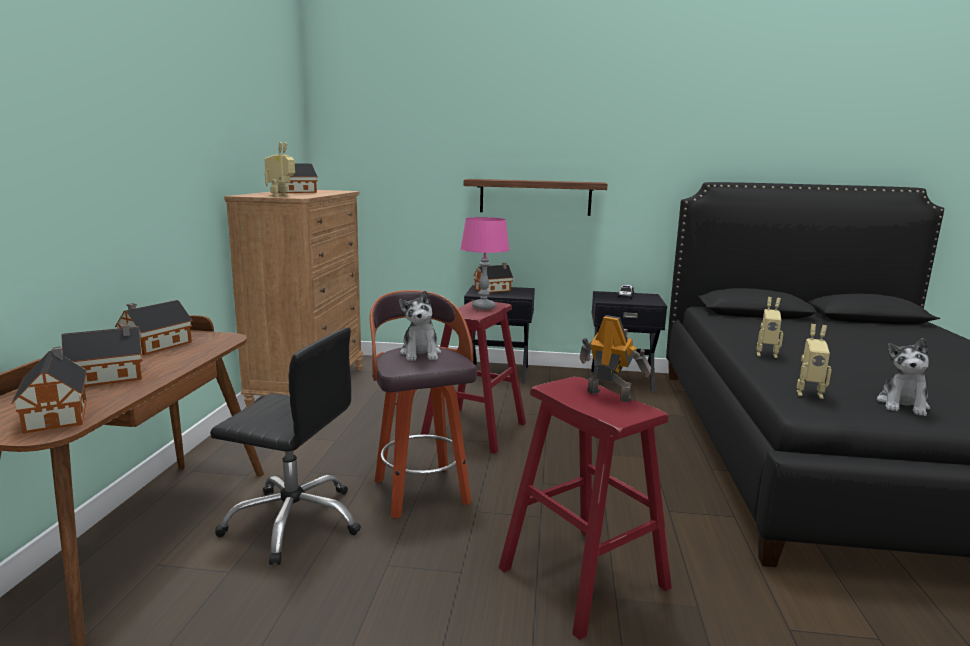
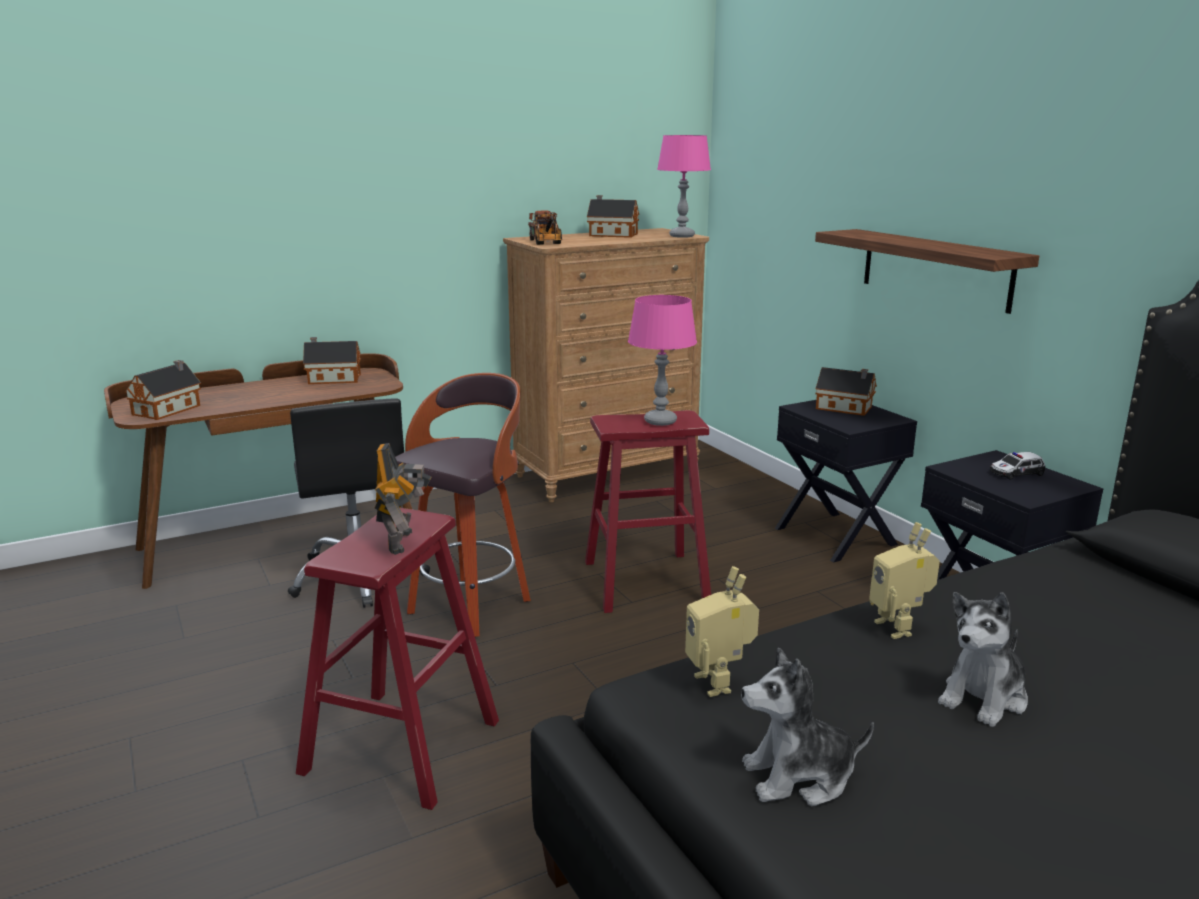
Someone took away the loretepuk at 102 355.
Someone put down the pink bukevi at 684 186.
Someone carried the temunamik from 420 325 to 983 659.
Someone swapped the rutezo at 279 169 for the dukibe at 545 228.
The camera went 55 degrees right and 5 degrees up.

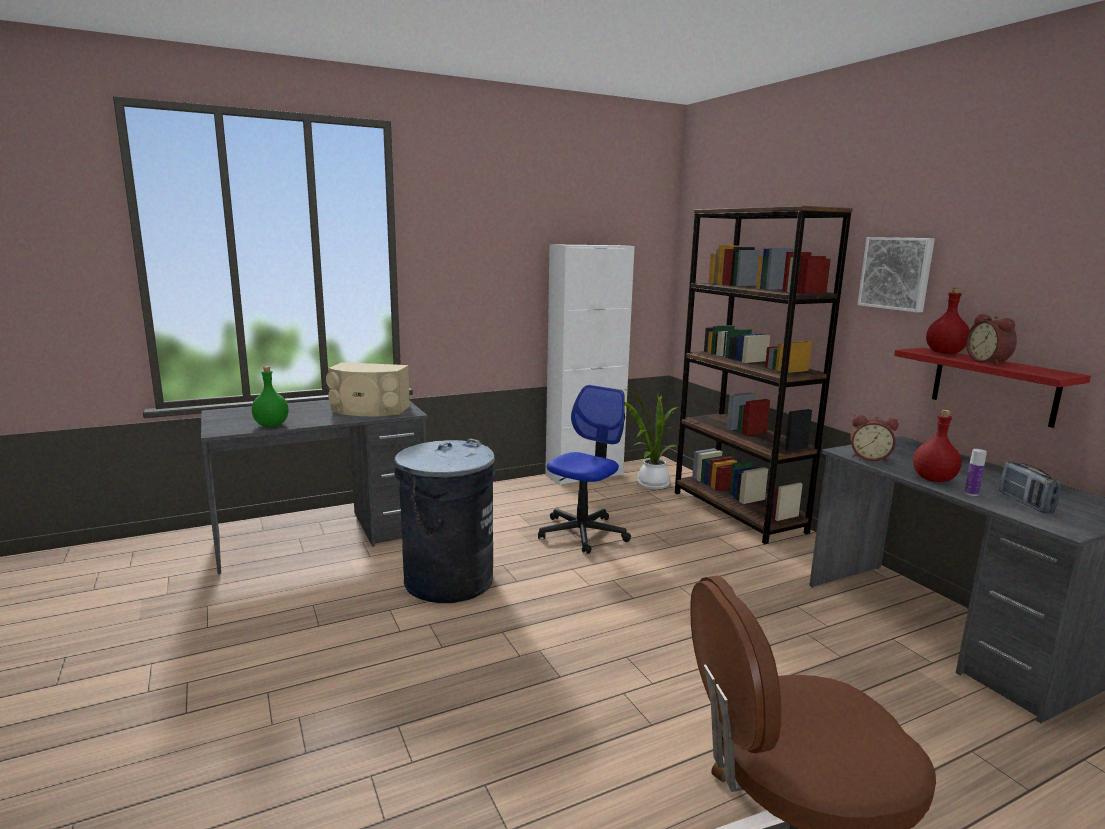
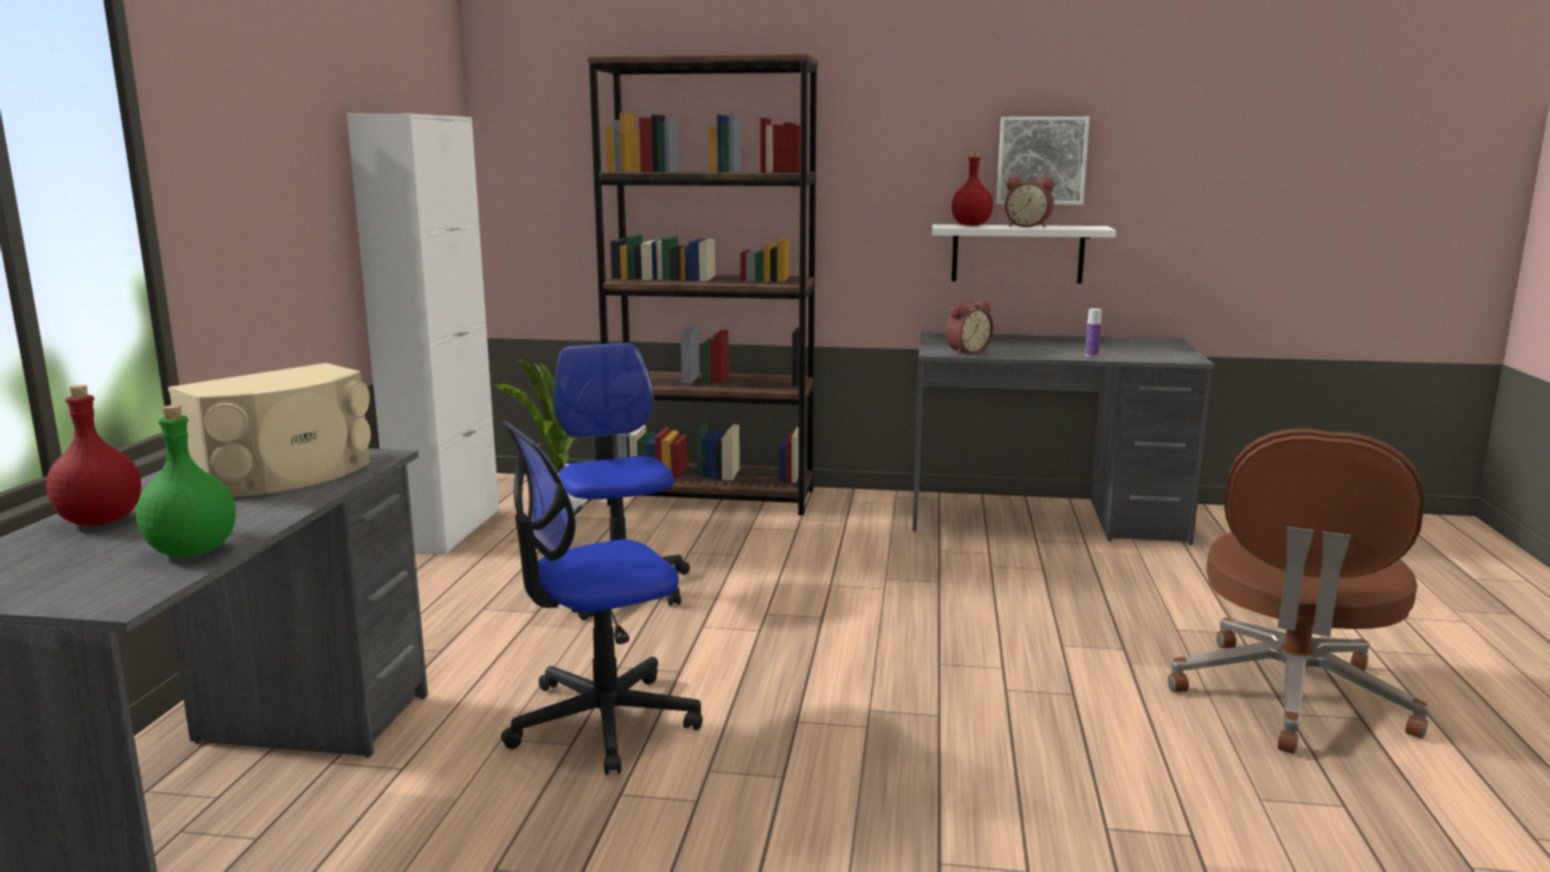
Someone took away the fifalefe at 1030 487.
Someone carried the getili from 896 274 to 1043 161.
Someone carried the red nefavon from 937 446 to 93 455.
Someone swapped the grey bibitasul at 444 521 for the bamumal at 601 598.
Someone repainted the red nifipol at 992 388, which became the white nifipol at 1024 254.
The camera went 55 degrees left and 0 degrees up.

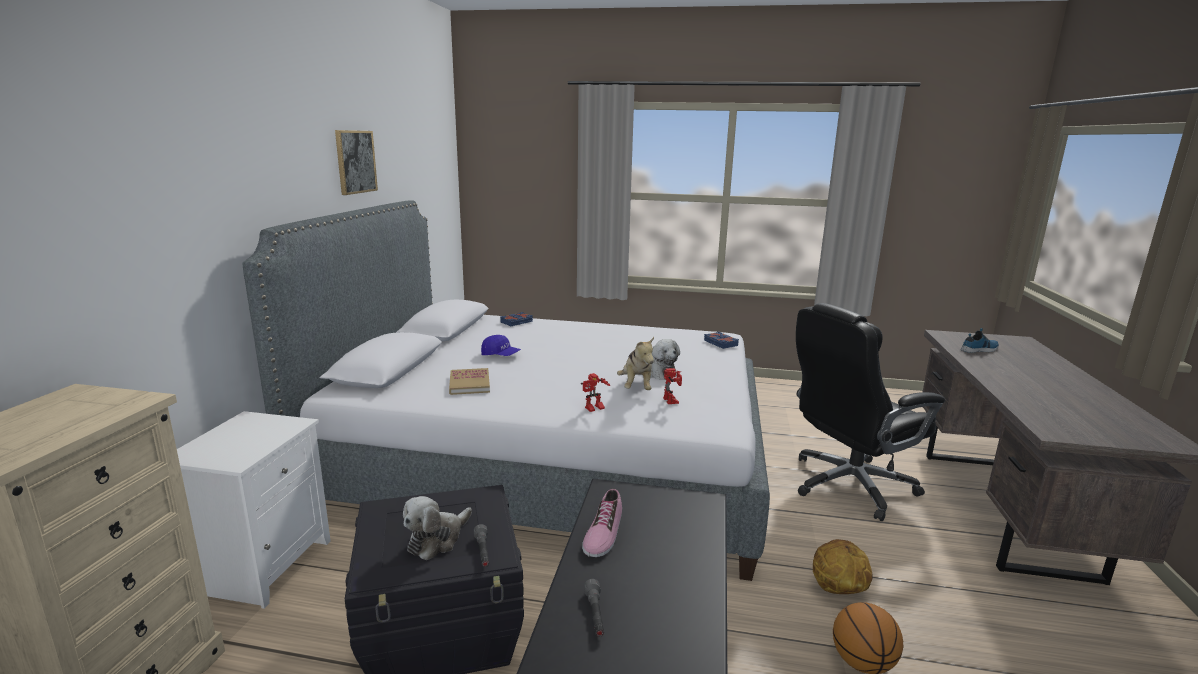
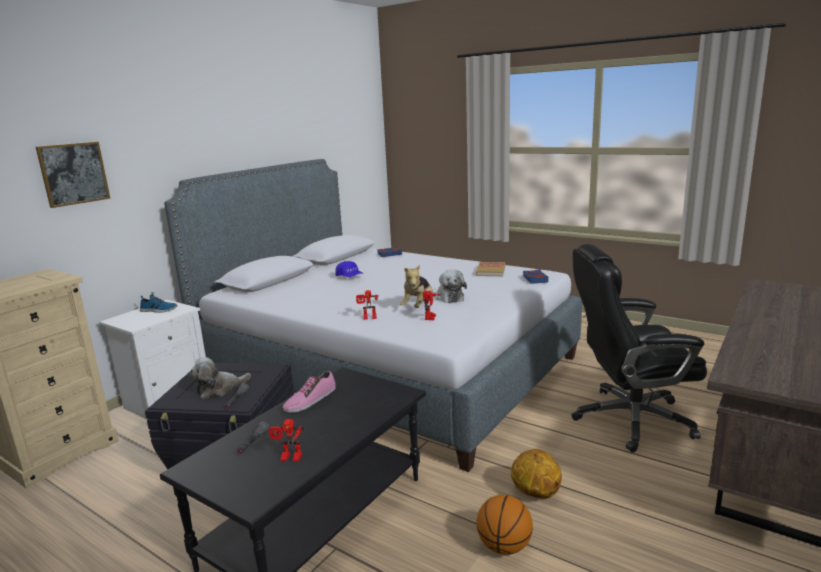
Someone put down the rutezo at 286 440.
Someone carried the getili from 356 162 to 73 175.
Someone carried the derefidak from 469 381 to 490 269.
Someone carried the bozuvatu from 980 340 to 158 302.
The camera went 25 degrees right and 0 degrees up.

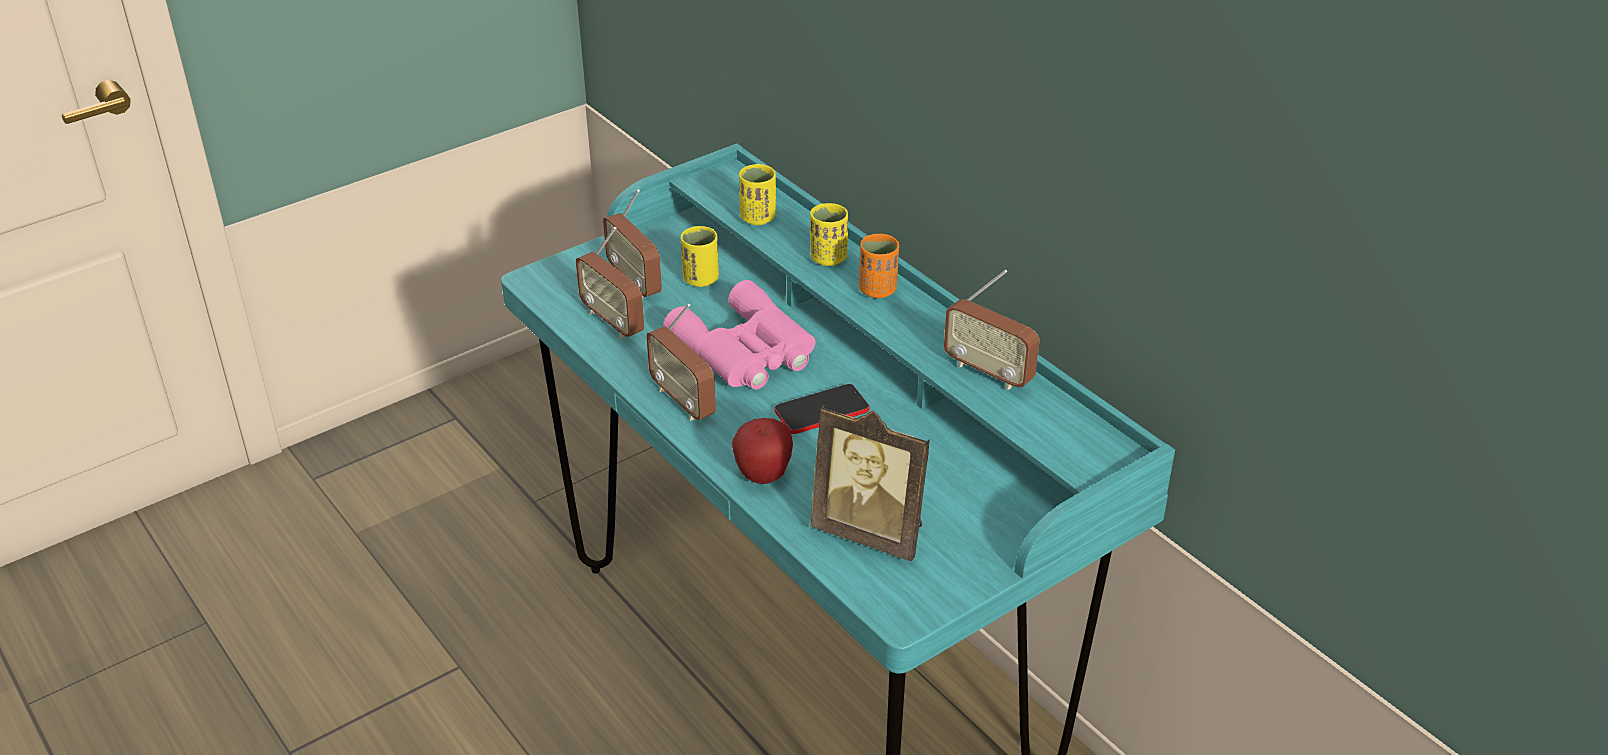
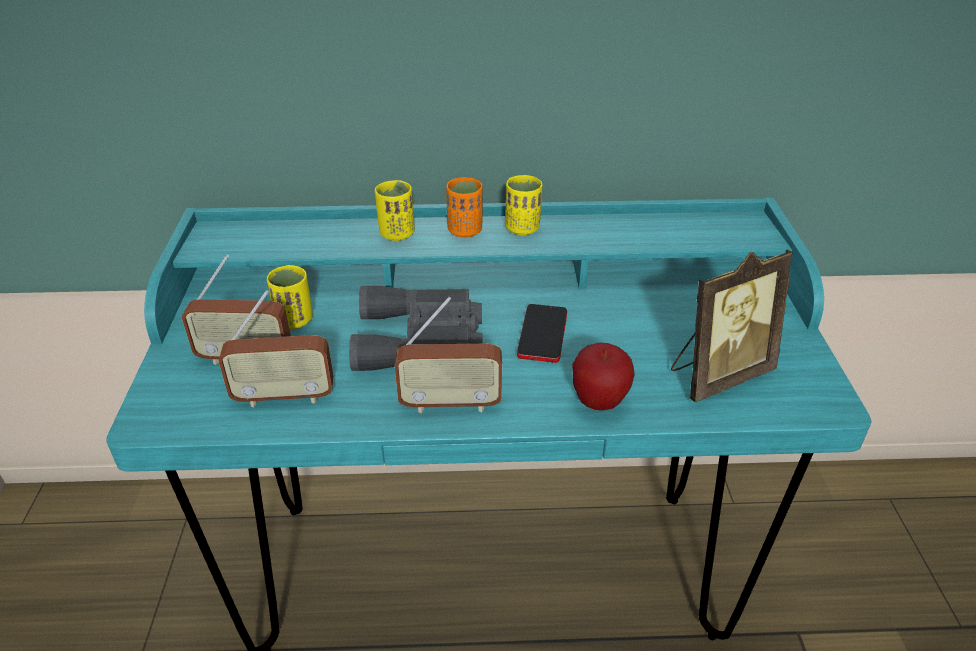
Someone took away the fifalefe at 992 330.
Someone carried the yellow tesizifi from 757 194 to 523 205.
Someone repainted the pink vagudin at 739 334, which became the grey vagudin at 416 328.
The camera went 55 degrees left and 0 degrees up.

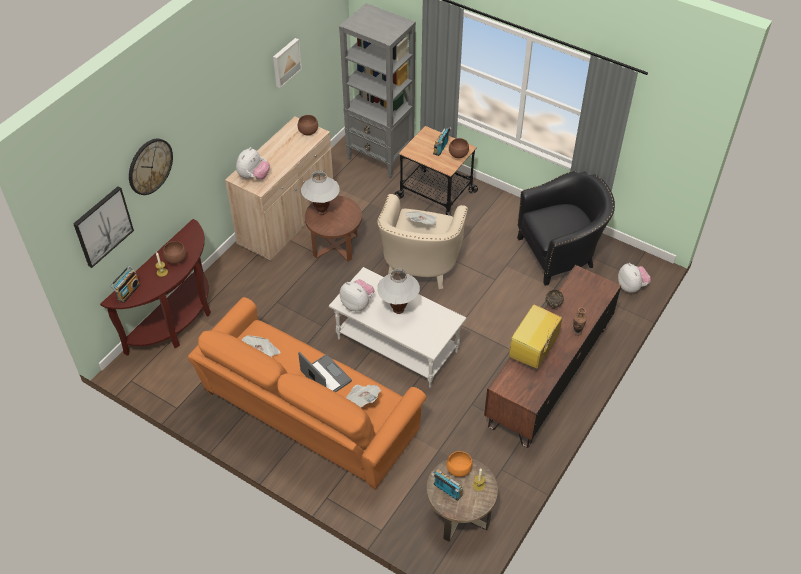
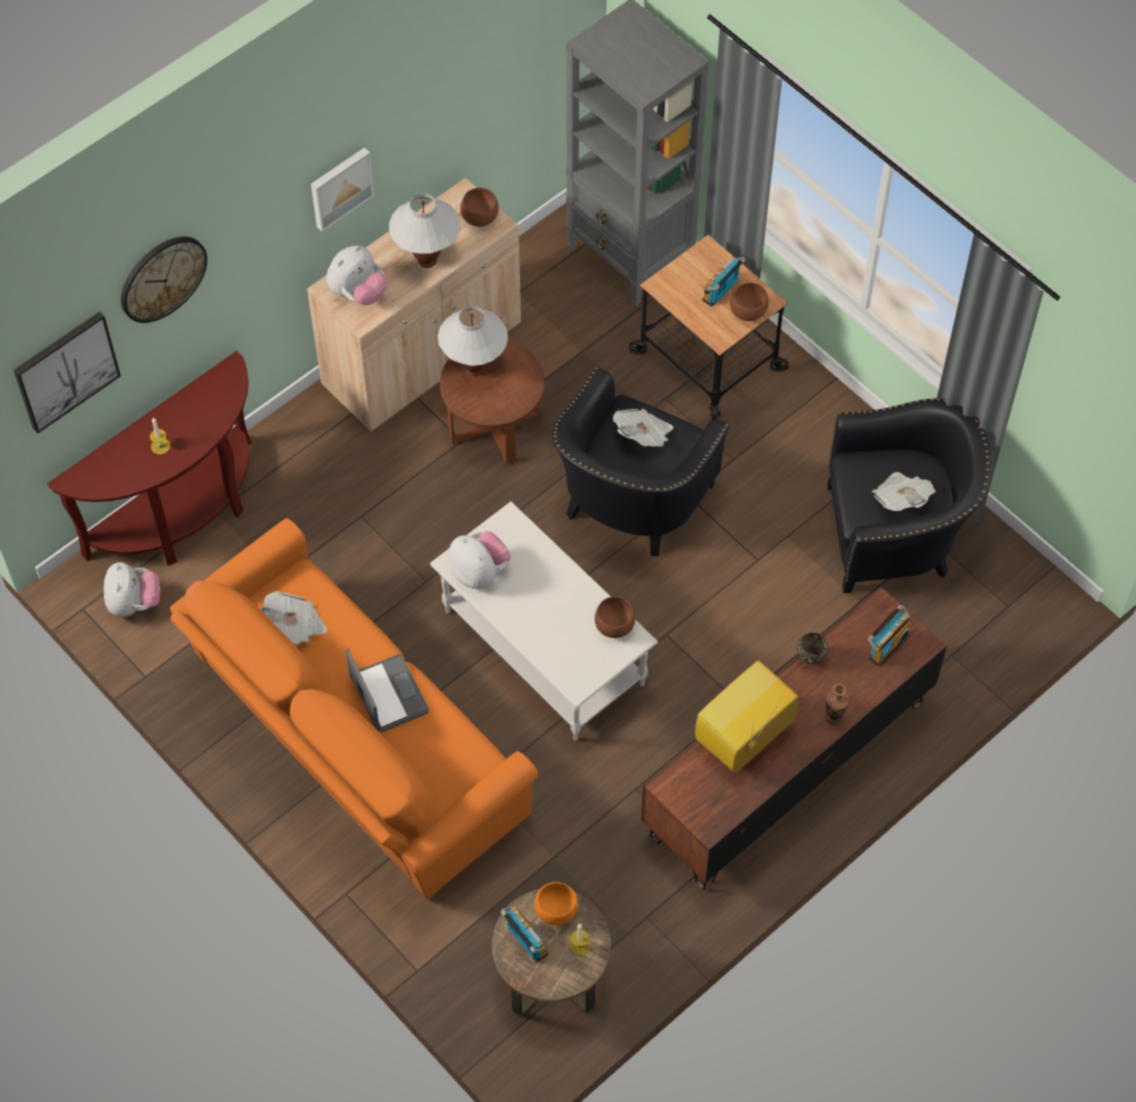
Someone carried the fifalefe from 125 284 to 889 635.
Someone carried the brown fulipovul from 174 252 to 615 617.
Someone carried the getili from 287 63 to 343 189.
Someone carried the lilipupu from 363 396 to 904 491.
Someone carried the white bukevi from 398 291 to 424 230.
Someone carried the temunamik from 634 278 to 132 589.
Someone repainted the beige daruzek at 422 241, which became the black daruzek at 640 461.
The camera went 15 degrees right and 10 degrees up.

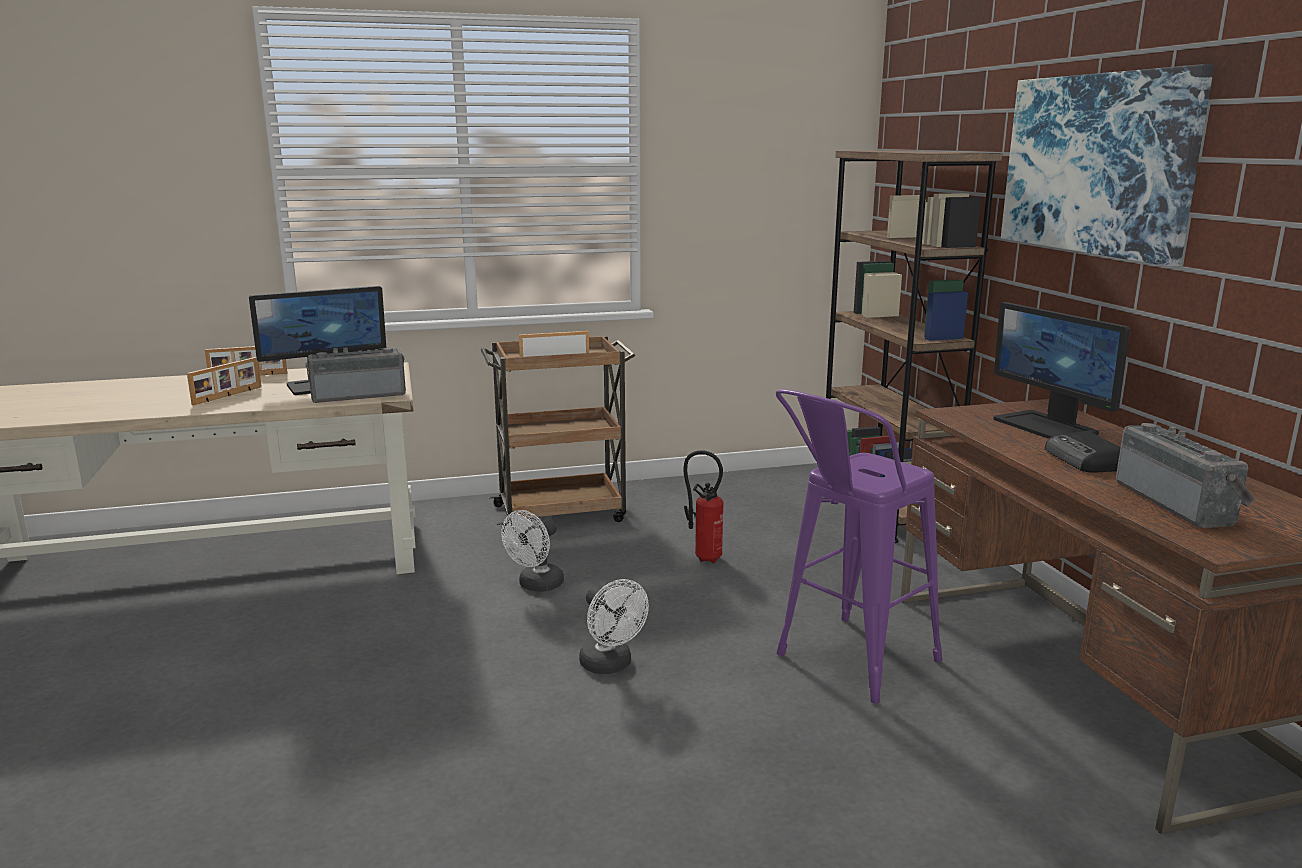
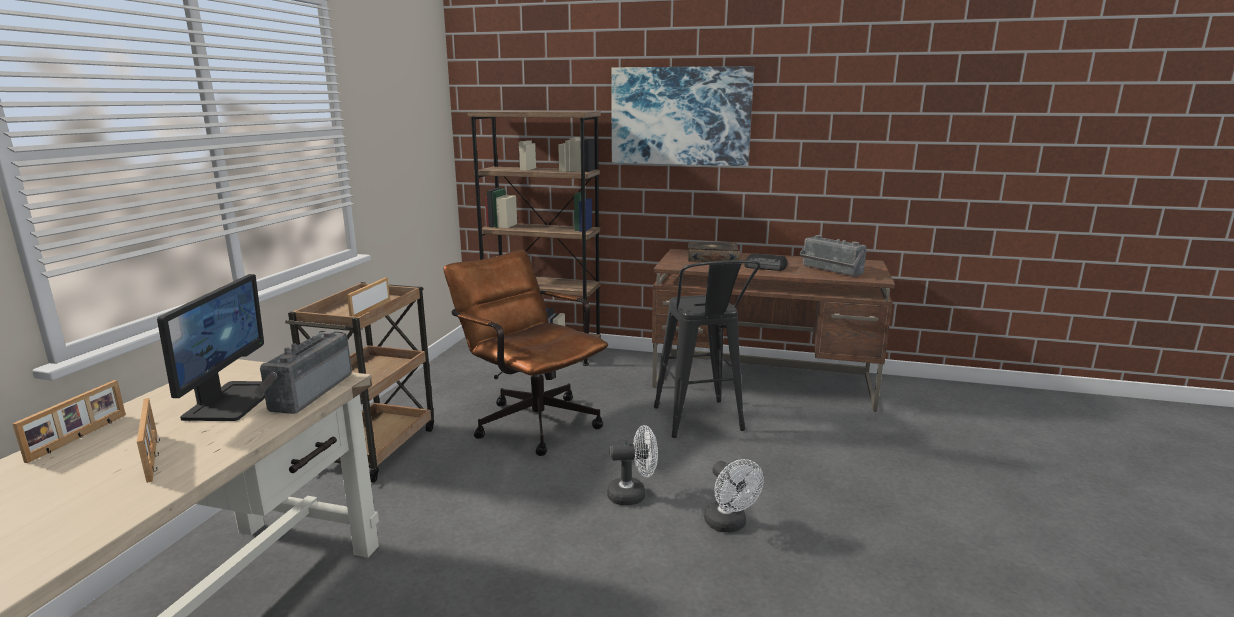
Someone carried the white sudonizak from 532 551 to 734 496.
Someone swapped the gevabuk at 703 506 for the brown bamumal at 526 353.
Someone swapped the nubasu at 1061 370 for the derefidak at 713 251.
Someone repainted the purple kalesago at 859 546, which became the black kalesago at 707 349.
Someone rotated the fifalefe at 1185 475 by 150 degrees counterclockwise.
The camera went 60 degrees left and 0 degrees up.

